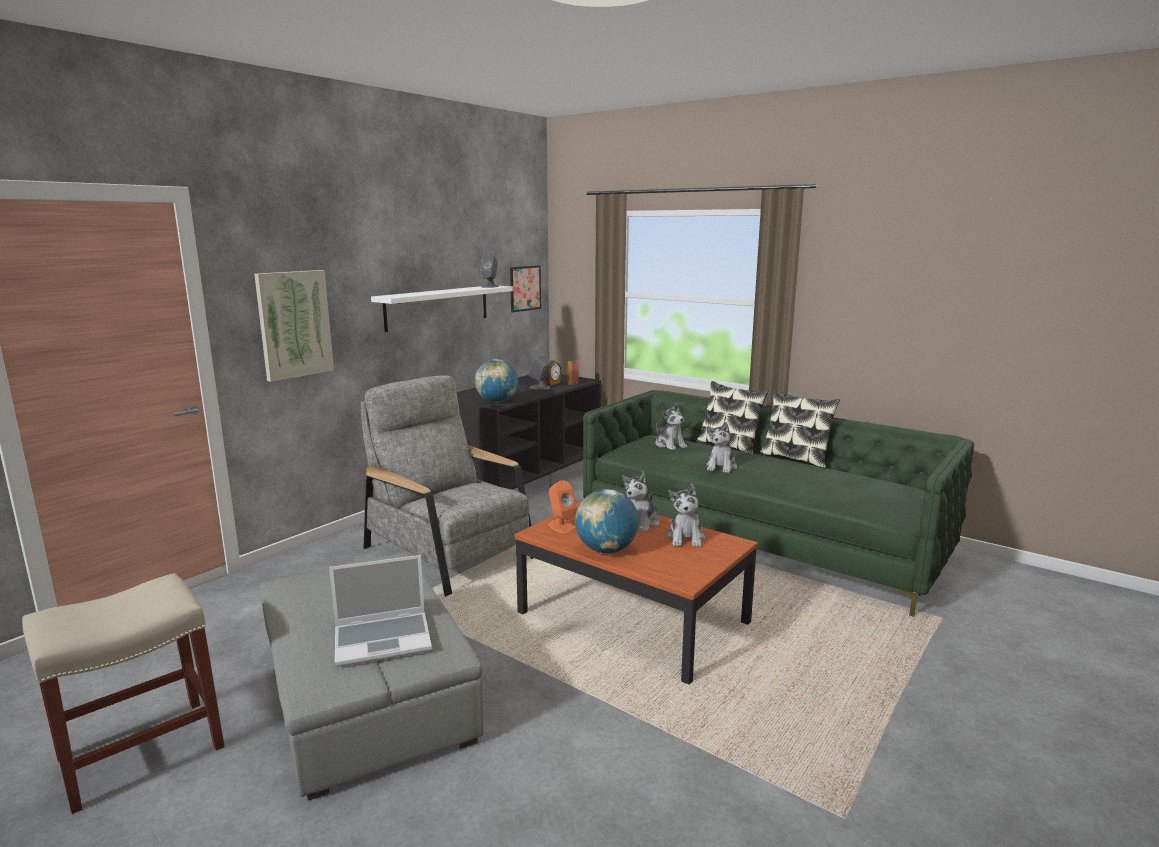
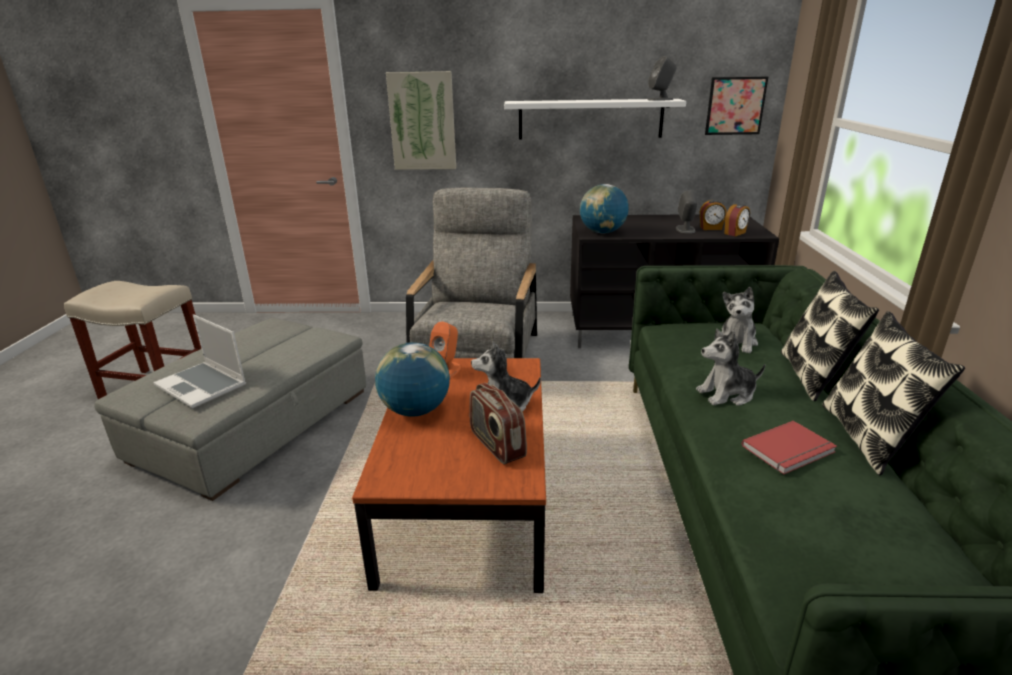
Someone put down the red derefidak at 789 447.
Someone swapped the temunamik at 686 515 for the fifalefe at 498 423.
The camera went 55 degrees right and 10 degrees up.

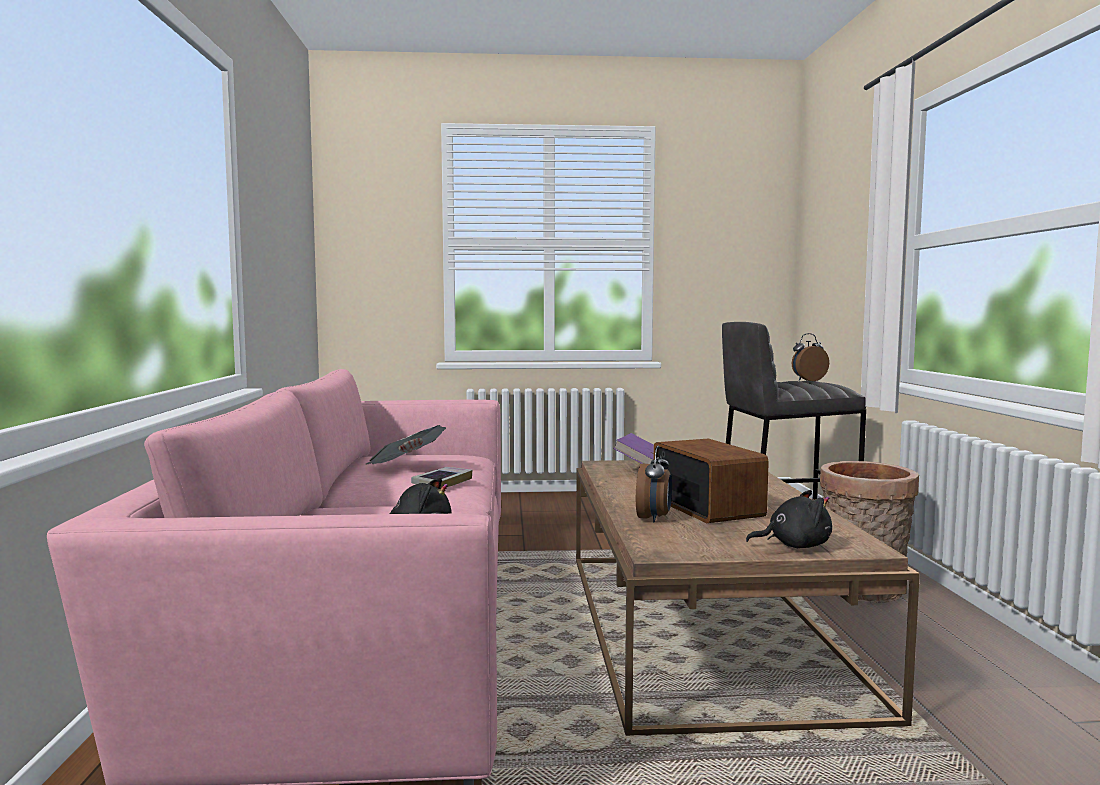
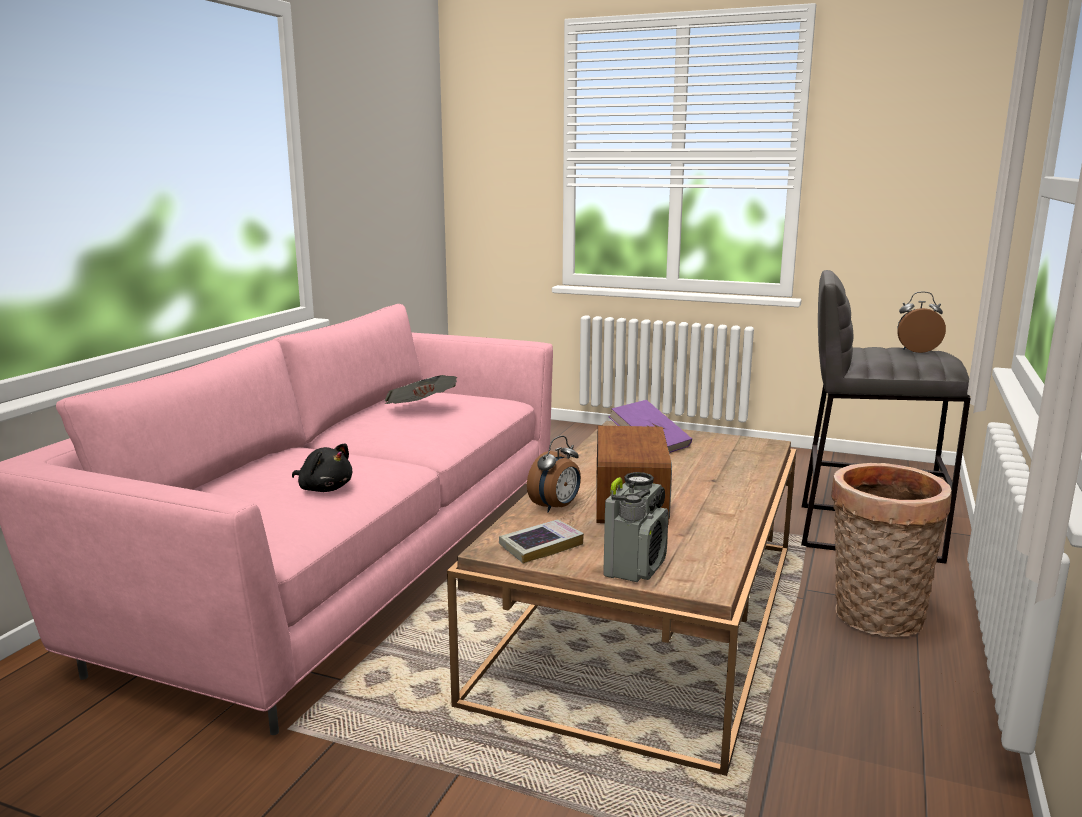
Someone carried the derefidak from 441 478 to 541 541.
Someone swapped the black temunamik at 789 519 for the fifalefe at 636 527.
The camera went 25 degrees right and 10 degrees up.

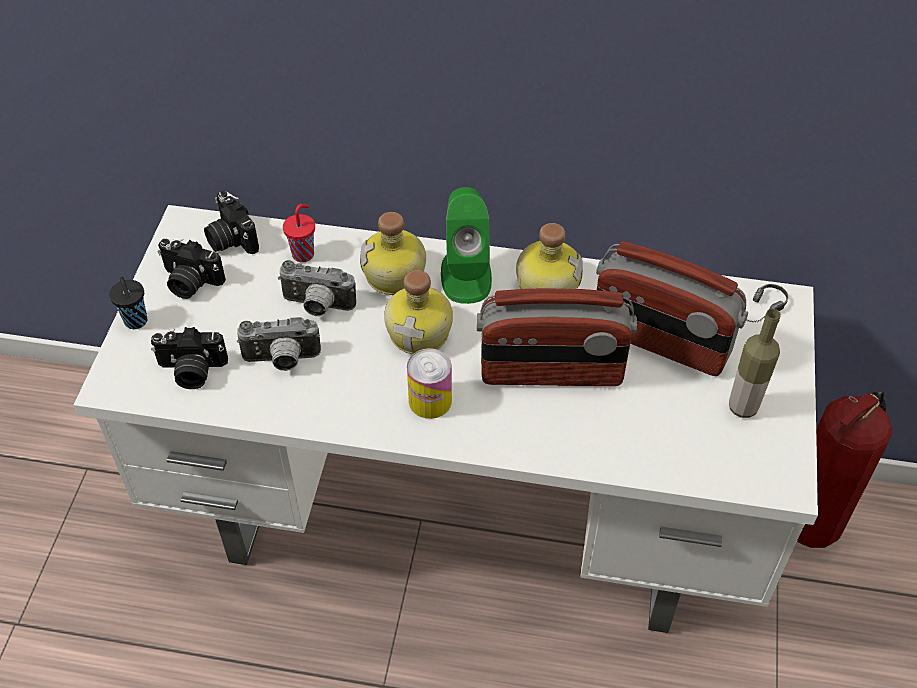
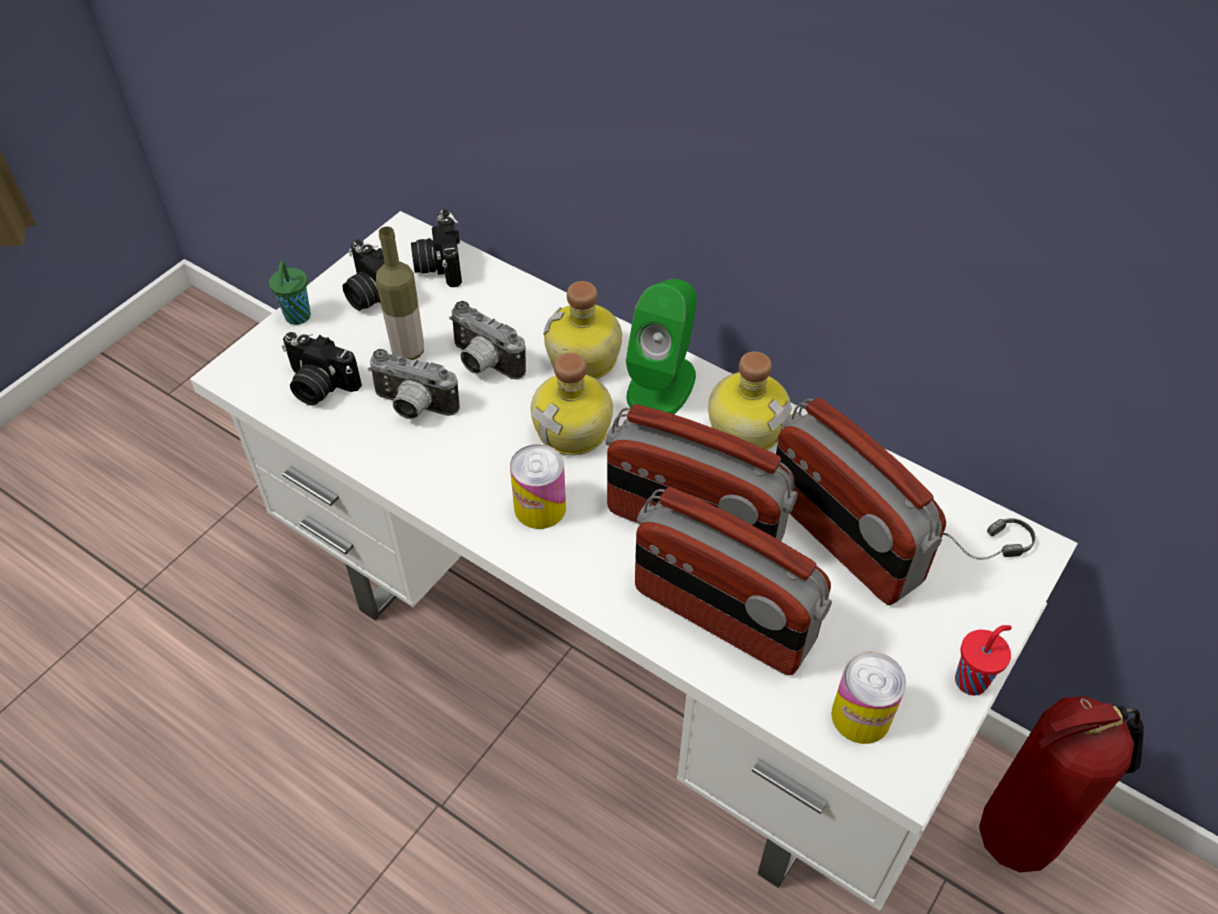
Someone put down the fifalefe at 733 581.
Someone put down the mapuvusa at 868 697.
Someone carried the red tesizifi from 299 233 to 983 660.
Someone carried the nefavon from 755 363 to 400 293.
Someone repainted the black tesizifi at 128 303, which became the green tesizifi at 290 293.
The camera went 25 degrees right and 0 degrees up.

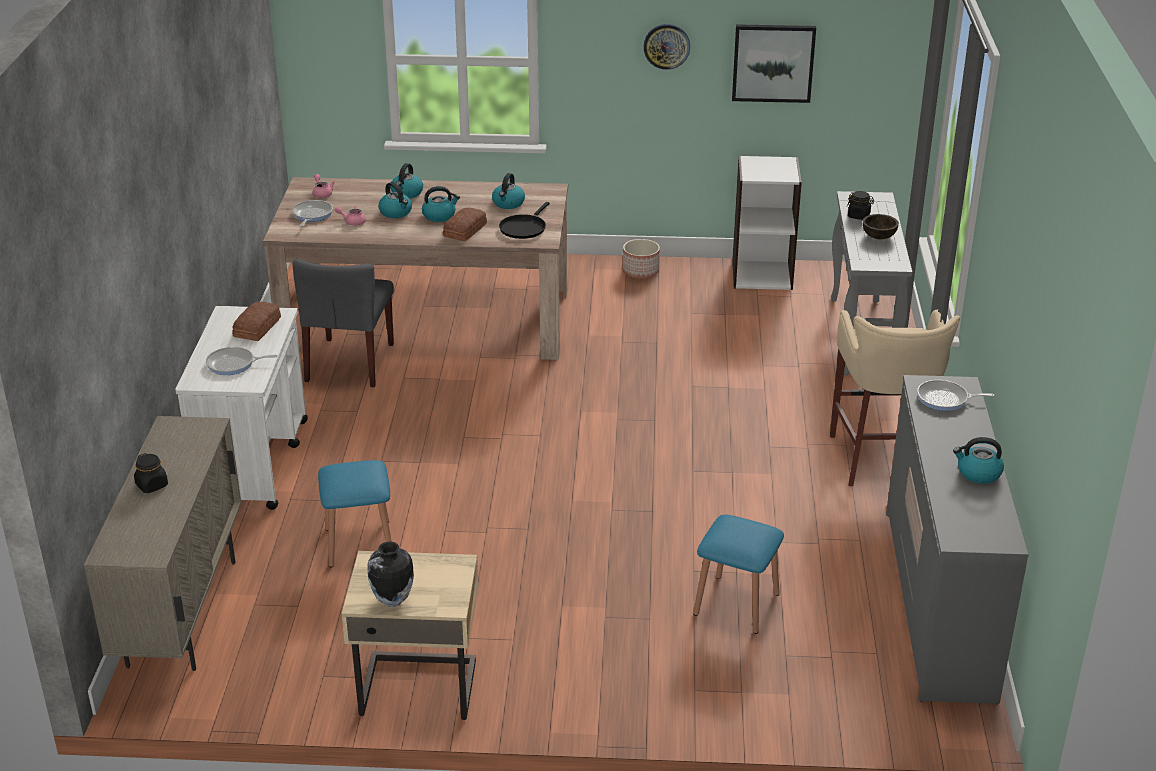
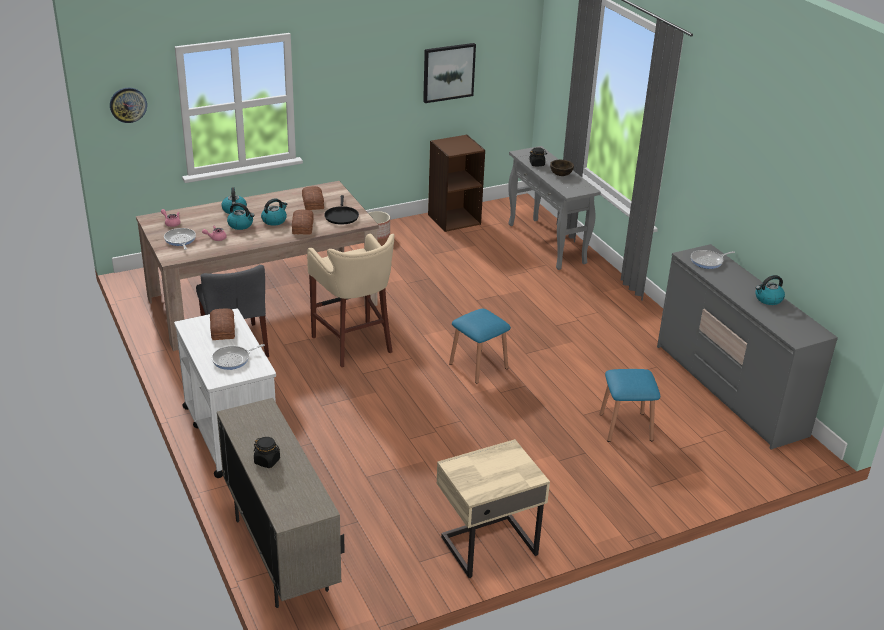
Someone took away the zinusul at 390 574.
Someone carried the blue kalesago from 355 514 to 480 346.
Someone carried the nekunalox from 667 47 to 128 105.
Someone carried the beige kalesago from 895 398 to 350 300.
Someone swapped the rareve at 508 191 for the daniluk at 313 198.
Someone repainted the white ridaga at 767 223, which became the brown ridaga at 456 183.
The camera went 30 degrees left and 0 degrees up.

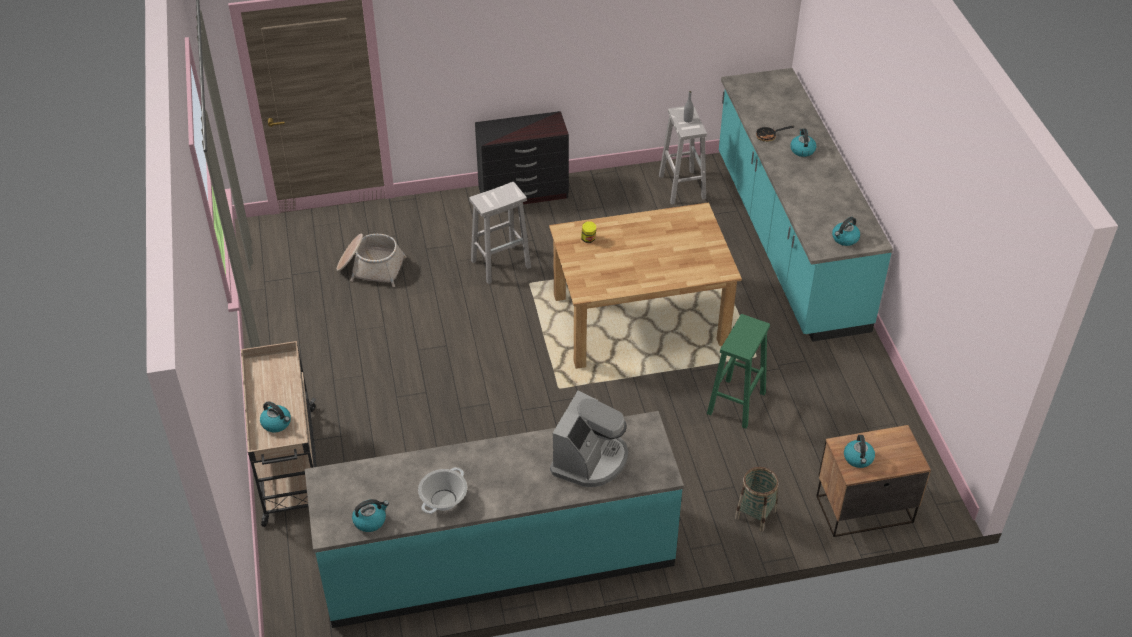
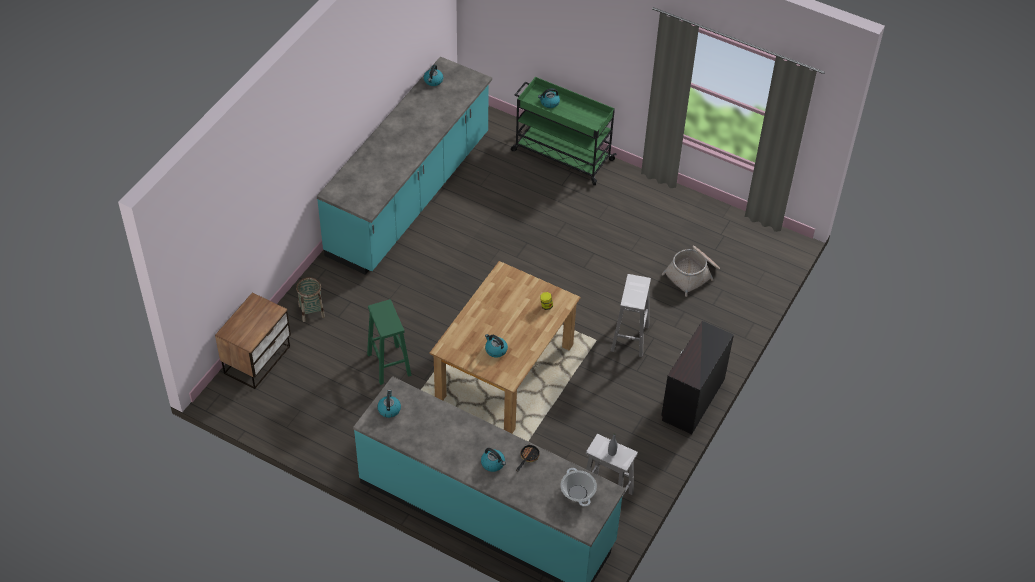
Someone took away the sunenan at 589 438.
Someone carried the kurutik from 442 490 to 578 487.
Someone carried the rareve from 859 451 to 496 346.
Someone repainted the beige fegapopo at 279 434, which became the green fegapopo at 564 131.
The camera went 130 degrees right and 5 degrees up.

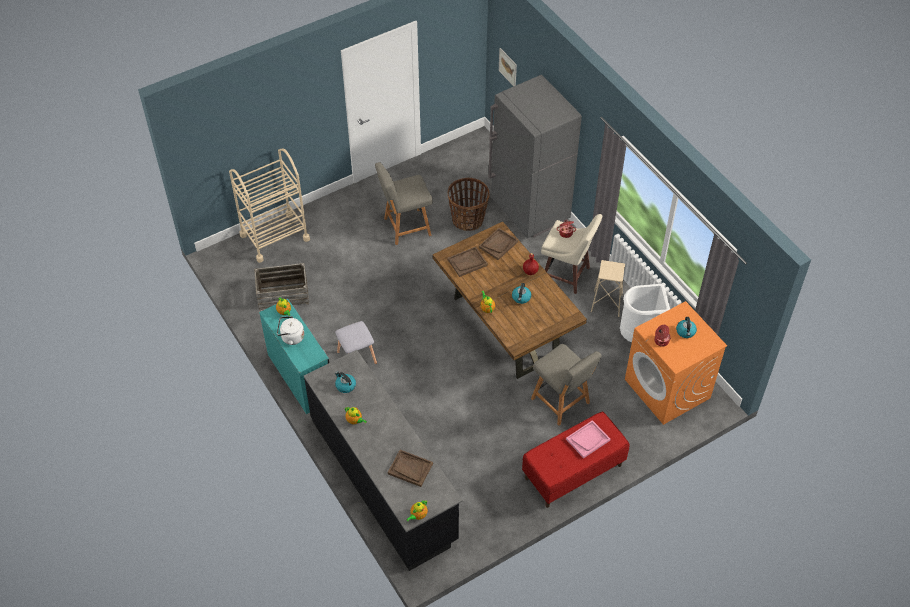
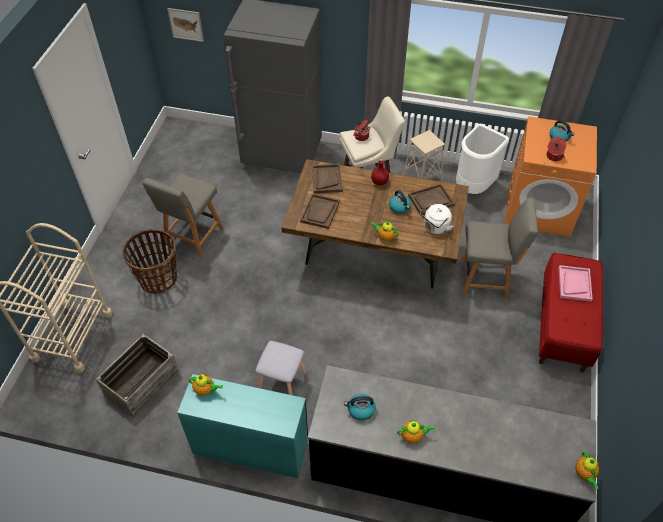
Someone carried the white rareve from 290 330 to 436 219.
Someone carried the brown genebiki from 410 468 to 431 200.
Someone carried the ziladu from 469 204 to 149 261.
The camera went 45 degrees left and 0 degrees up.

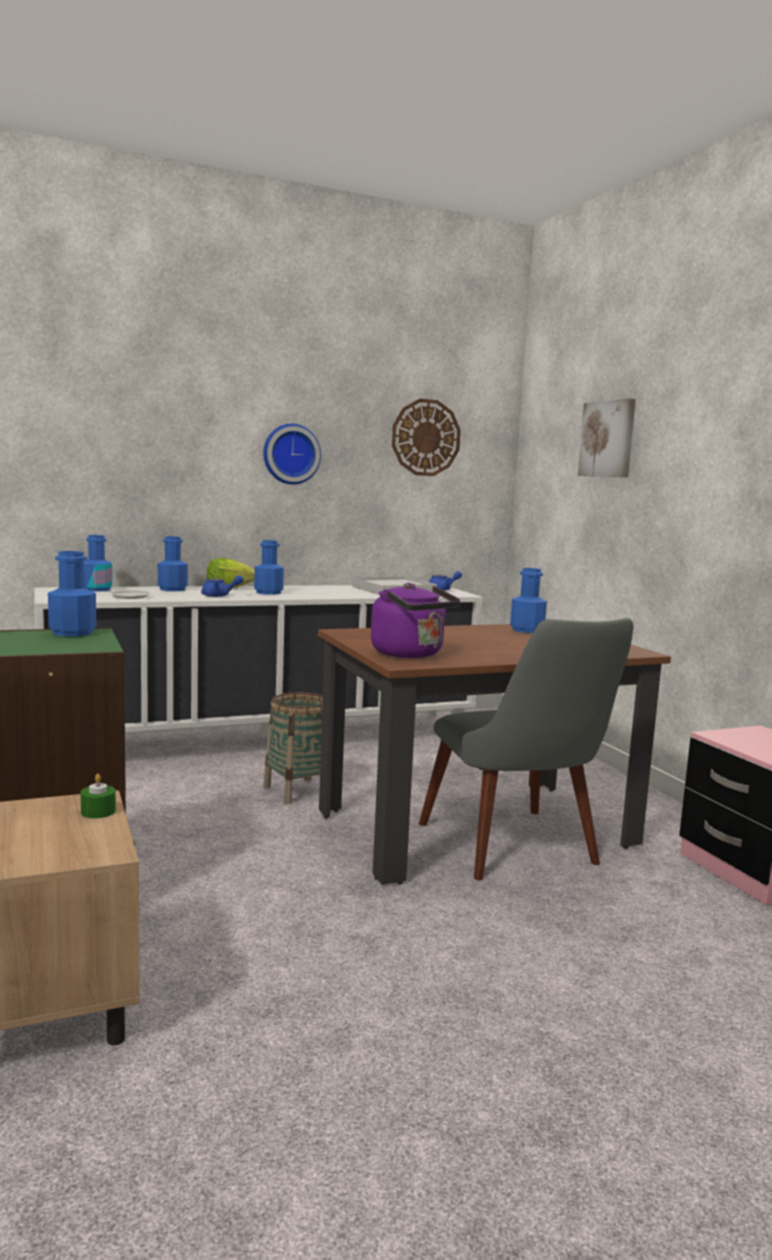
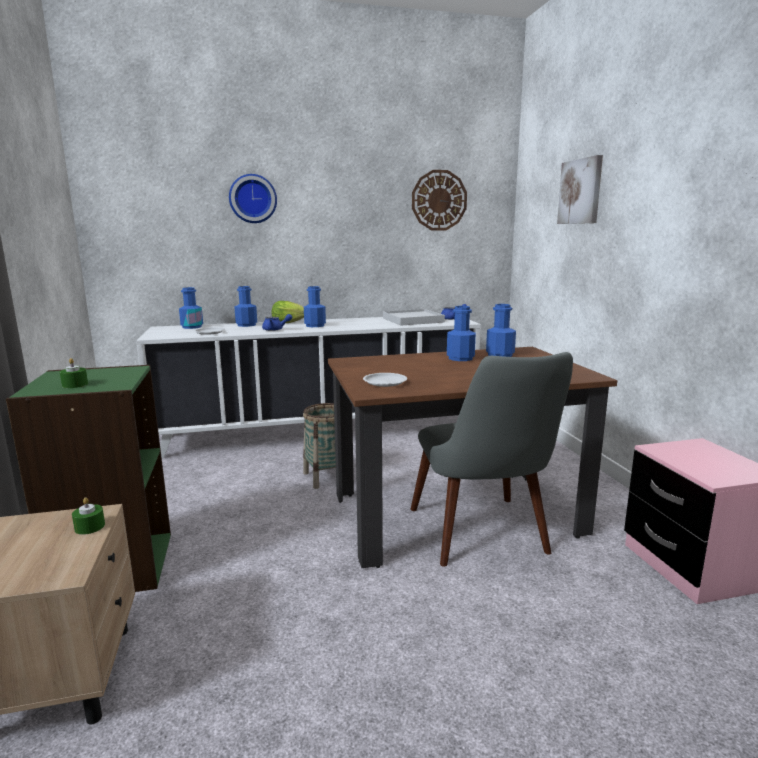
Someone put down the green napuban at 74 373.
Someone carried the blue nefavon from 72 593 to 461 333.
Someone carried the nekunalox from 292 454 to 253 198.
Someone swapped the purple rareve at 415 620 for the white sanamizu at 385 380.
The camera went 10 degrees right and 5 degrees up.

